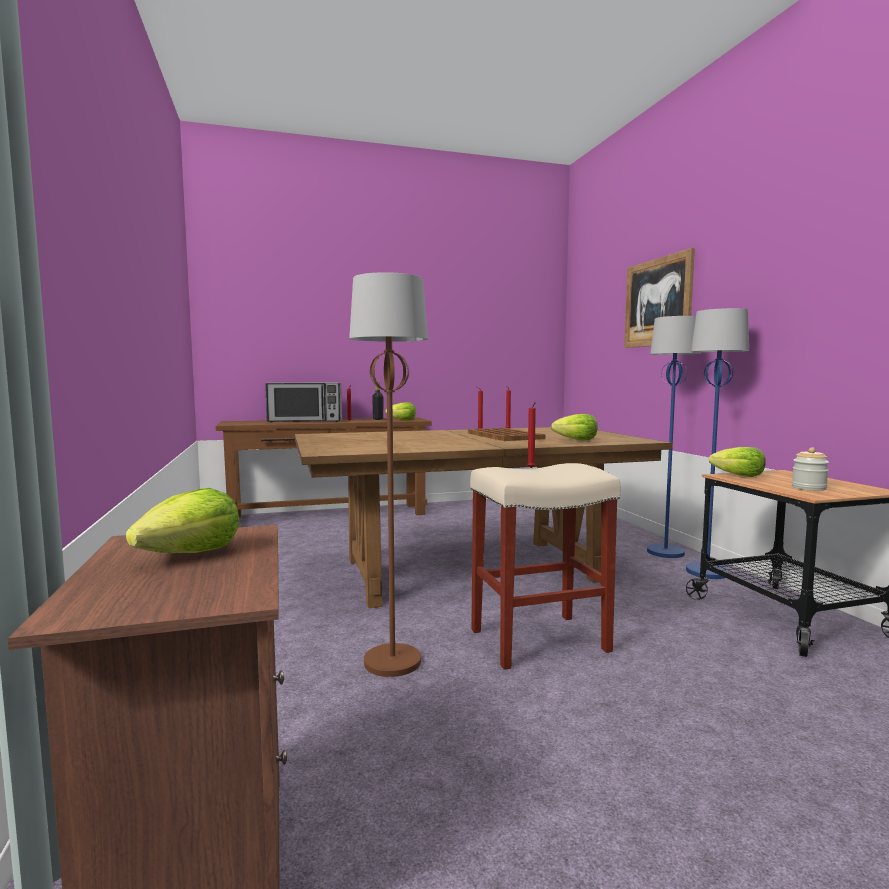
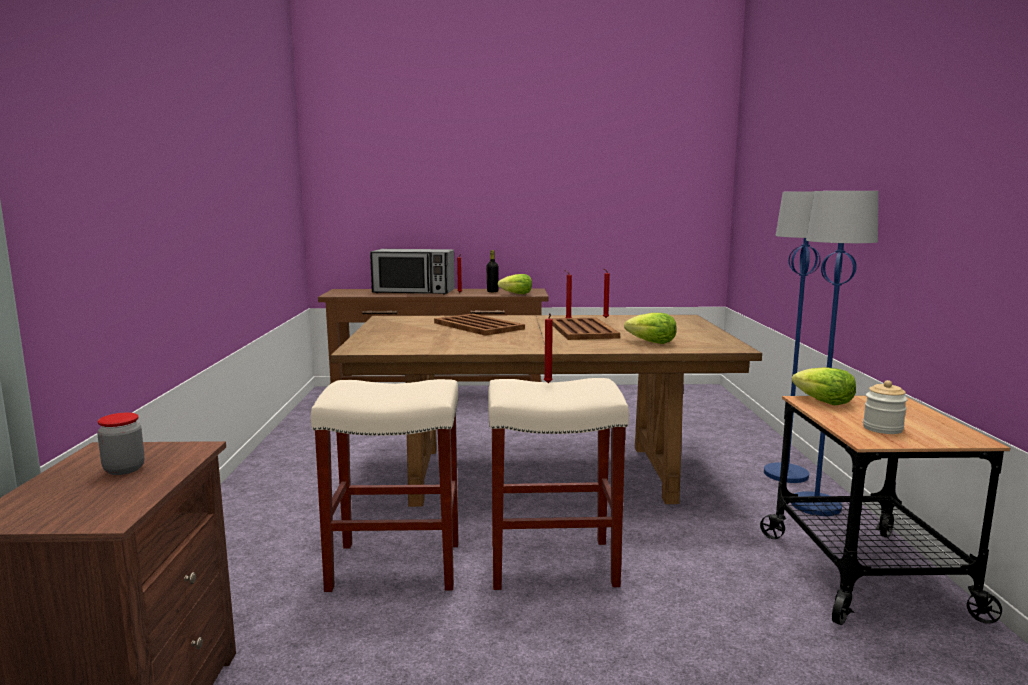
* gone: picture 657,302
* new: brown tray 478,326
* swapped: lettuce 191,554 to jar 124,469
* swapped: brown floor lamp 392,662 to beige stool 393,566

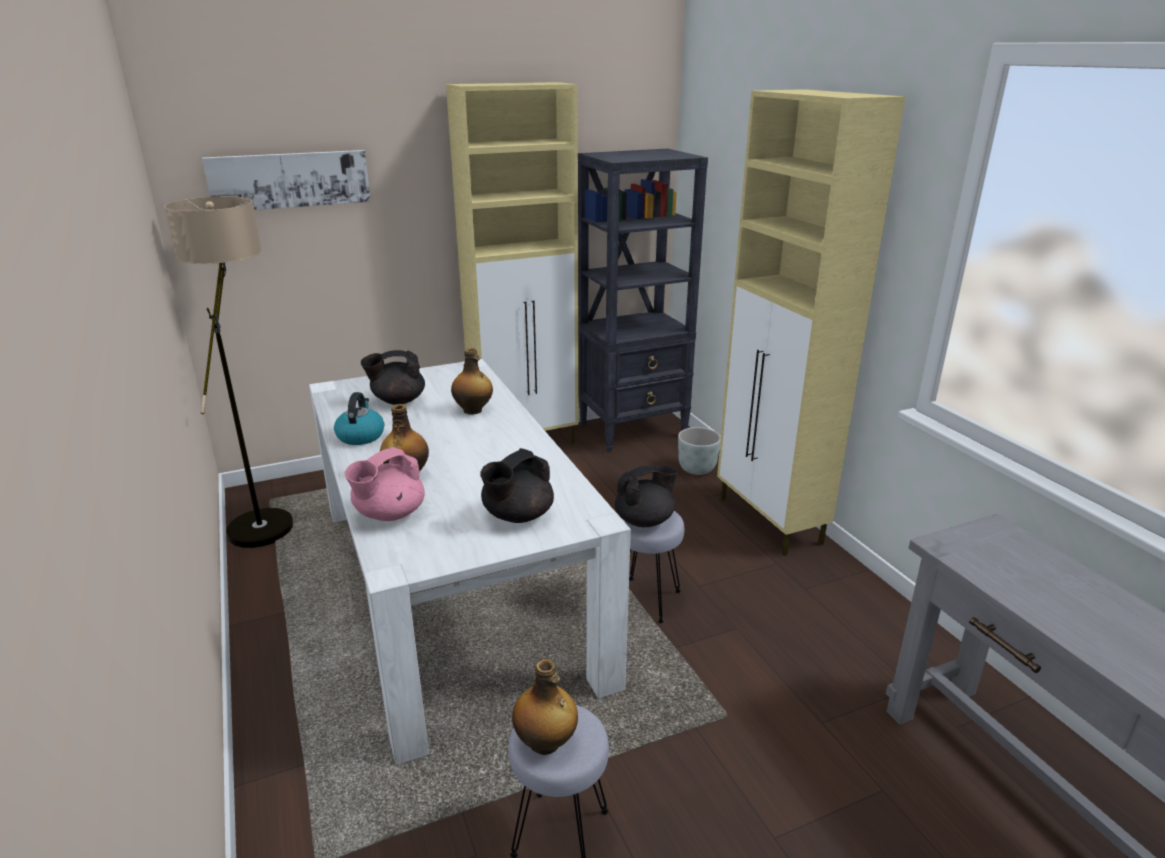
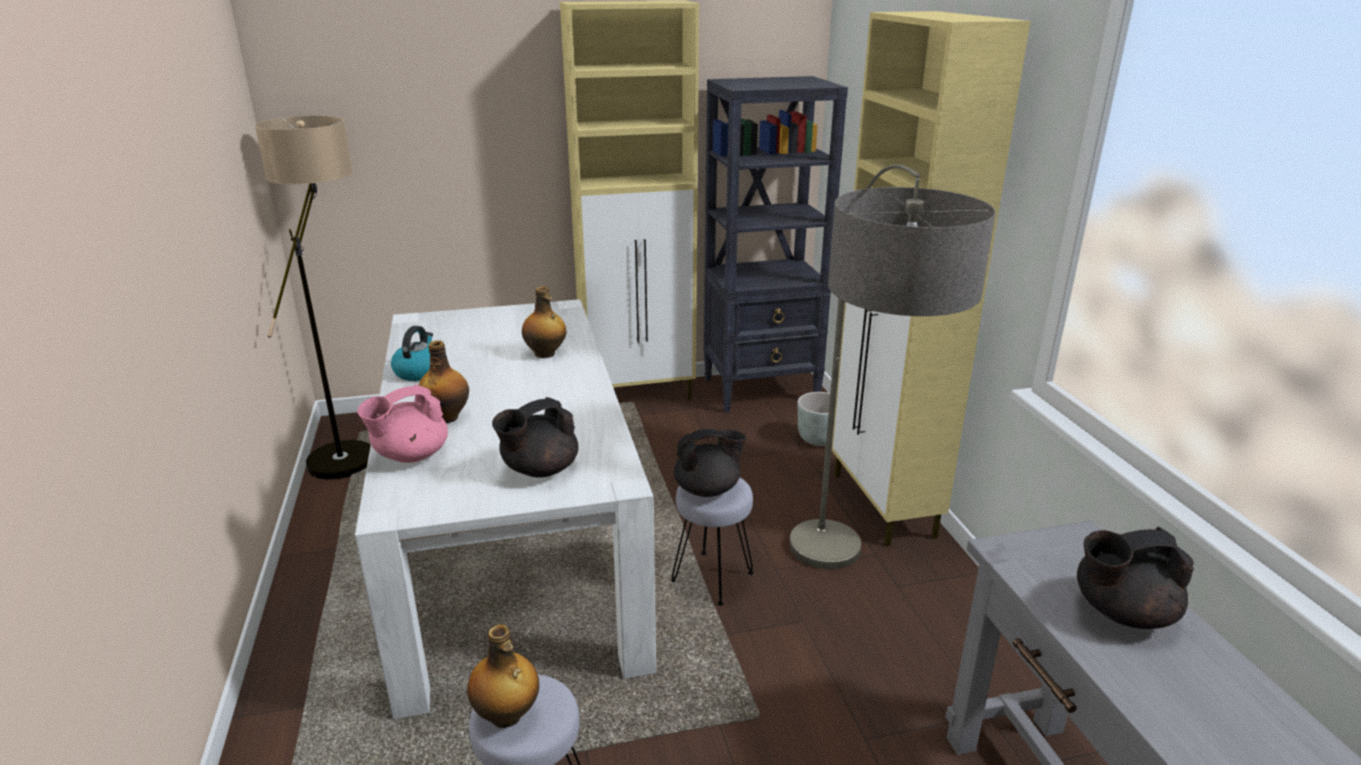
* gone: picture 290,180
* new: floor lamp 847,604
* shifted: black teapot 398,401 to 1121,612

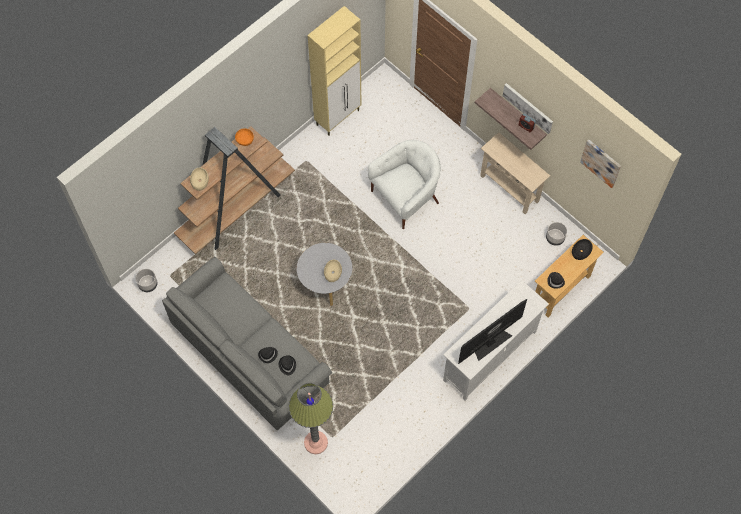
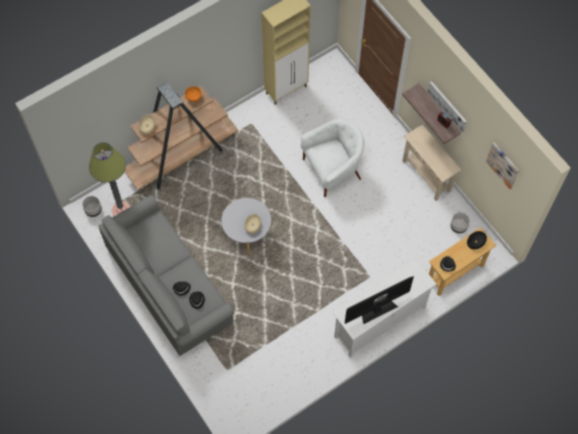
* shifted: floor lamp 315,442 to 121,210

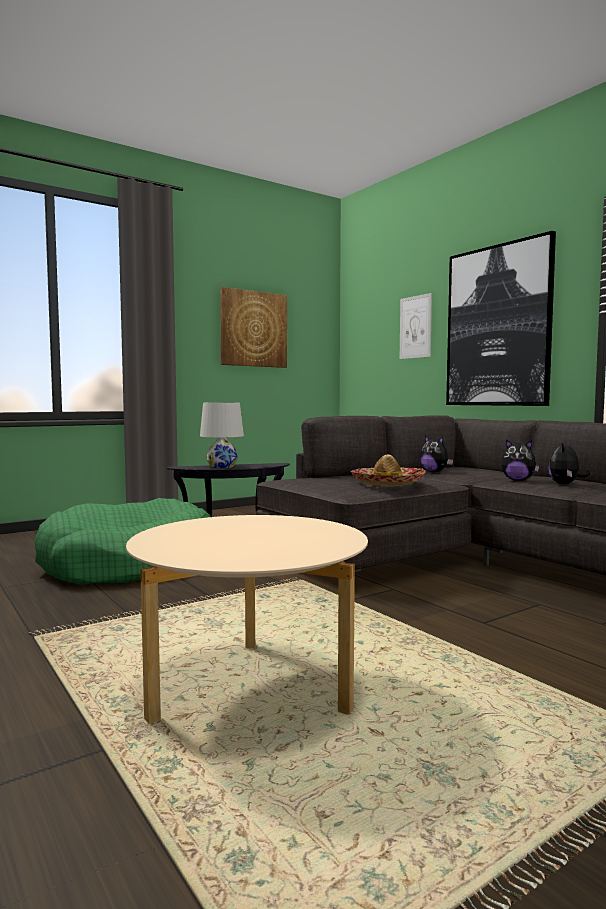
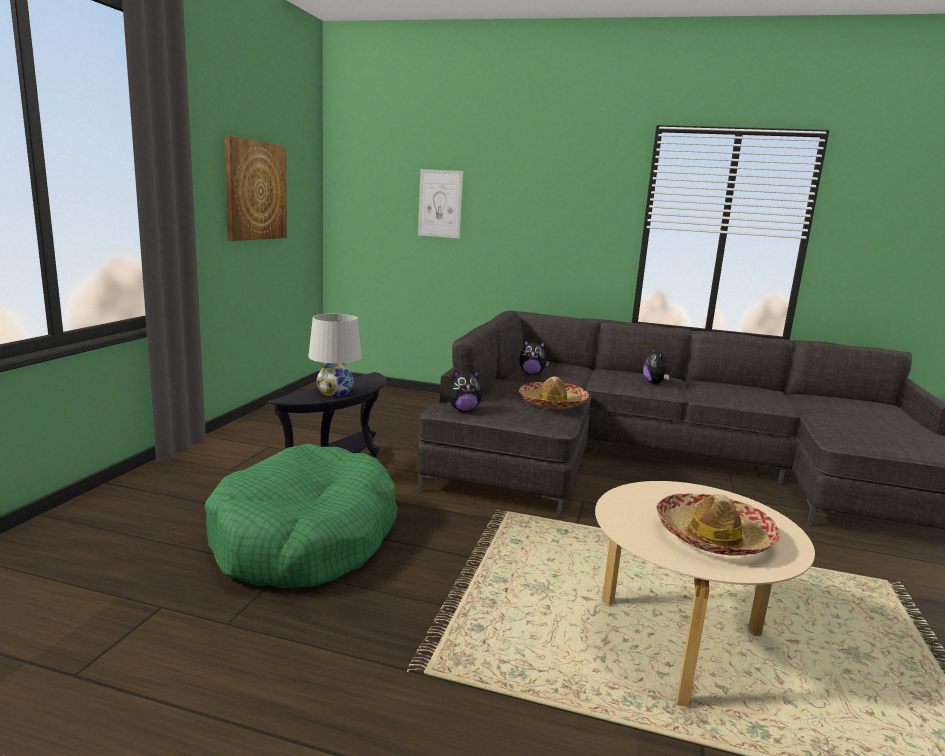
* gone: picture 497,326
* new: hat 713,537
* shifted: plush toy 518,480 to 463,410

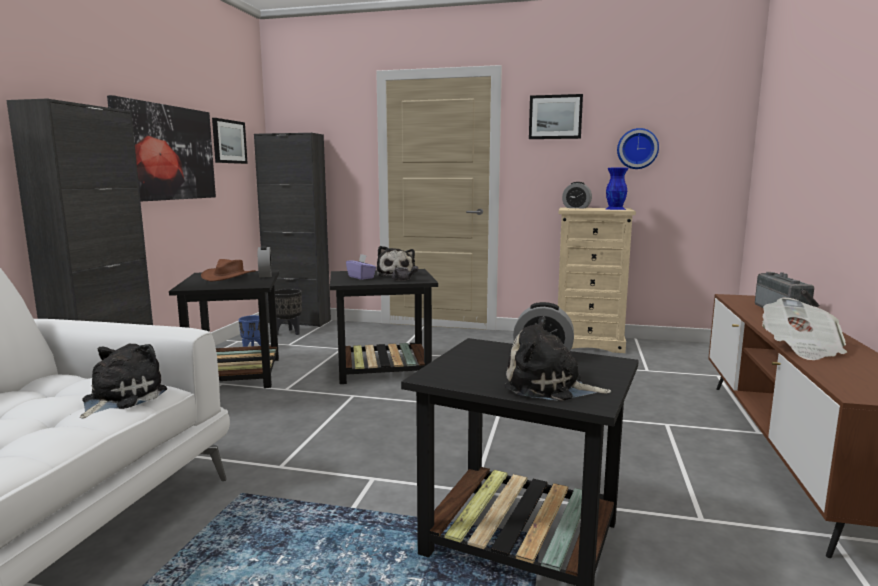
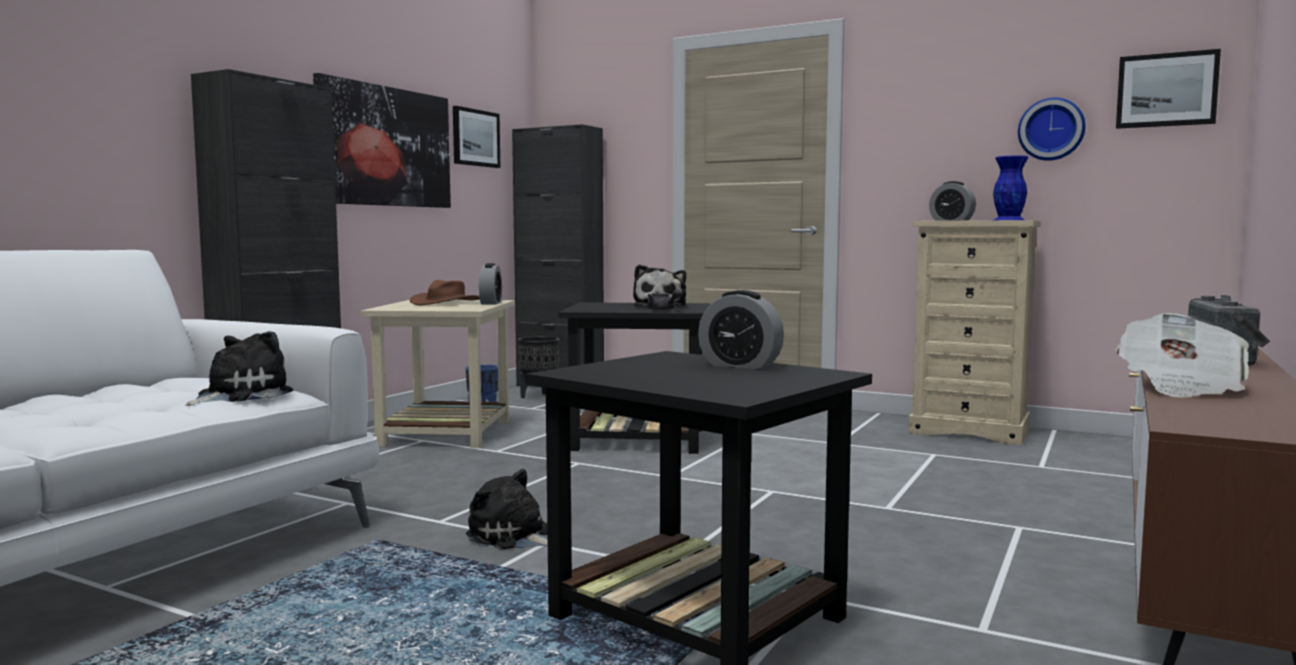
* gone: purple tissue box 361,277
* shifted: plush toy 549,387 to 513,537
* shifted: picture 555,117 to 1166,90
* repainted: black side table 236,374 to beige side table 446,432

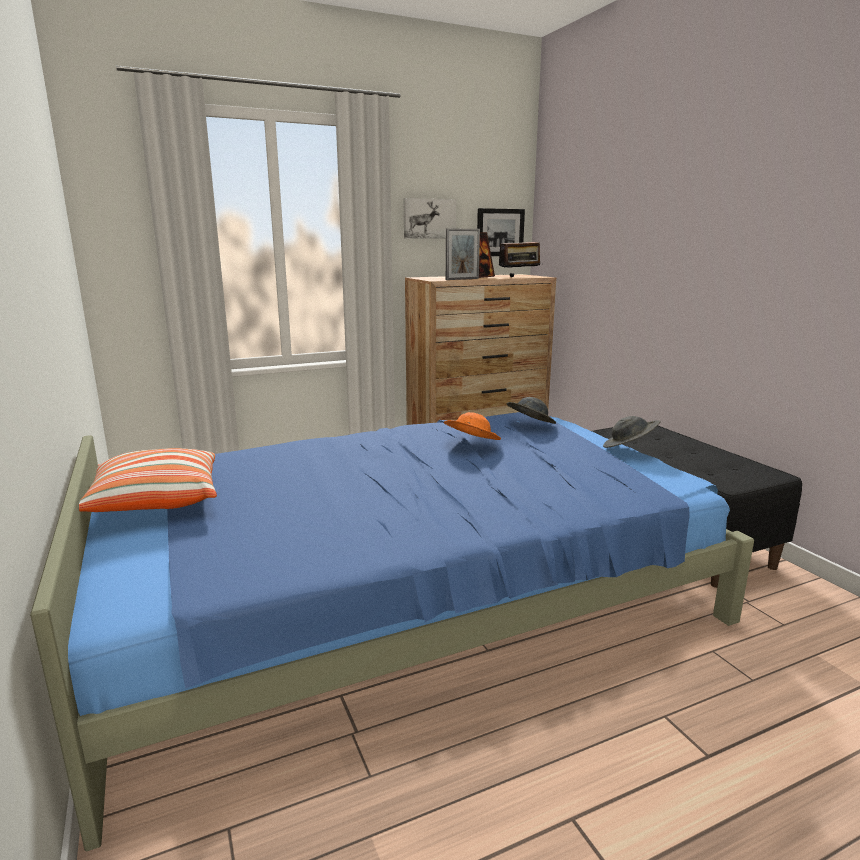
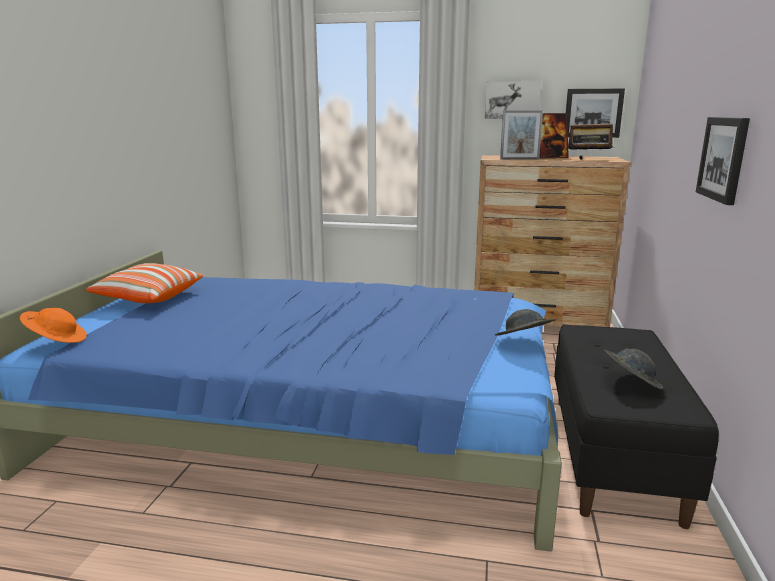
* new: picture 723,158
* shifted: orange hat 471,444 to 57,340
* shifted: grey hat 530,425 to 630,383

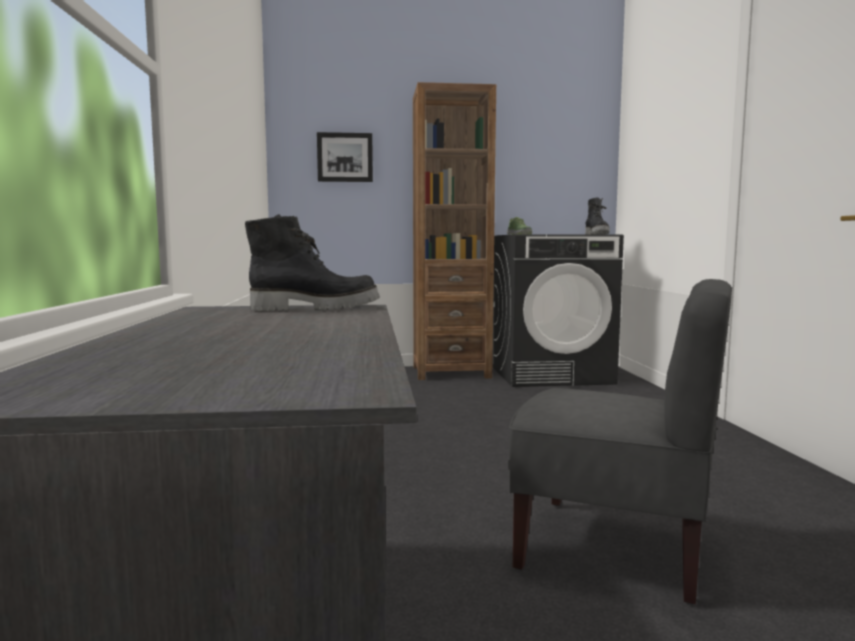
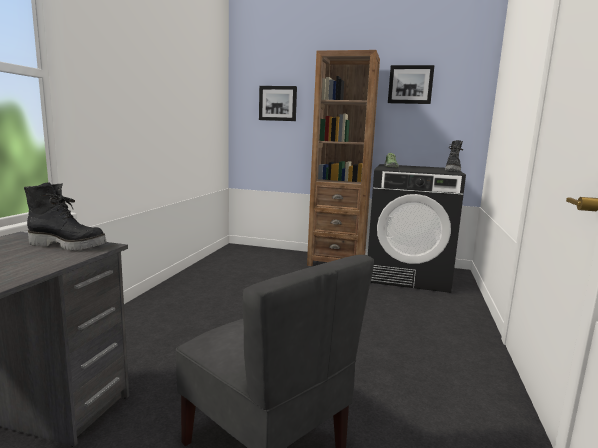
* new: picture 410,84

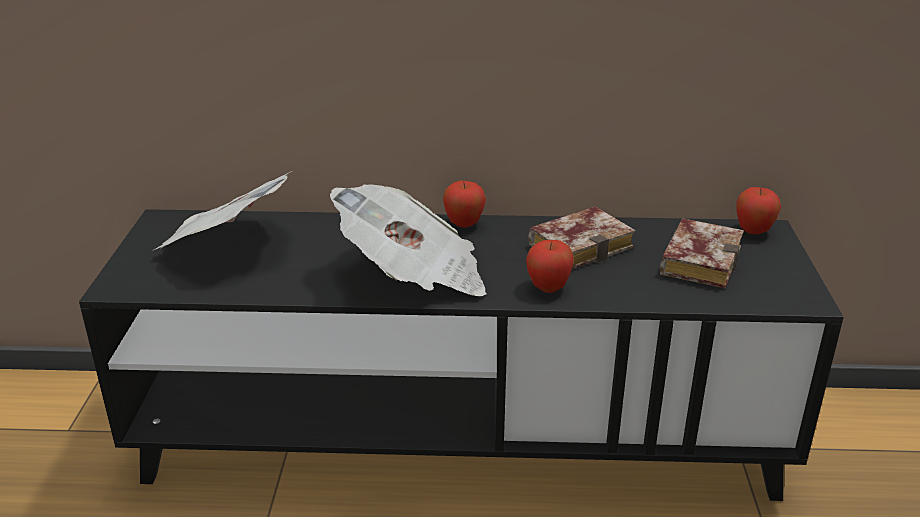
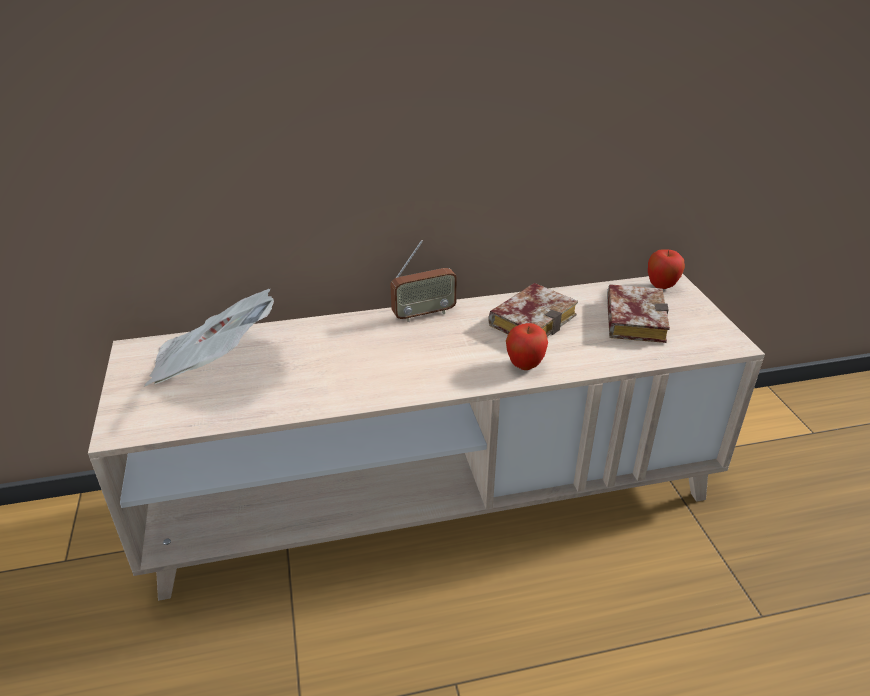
* gone: newspaper 414,276
* swapped: apple 464,225 to radio 424,314
* repainted: black tv stand 460,439 to beige tv stand 435,496

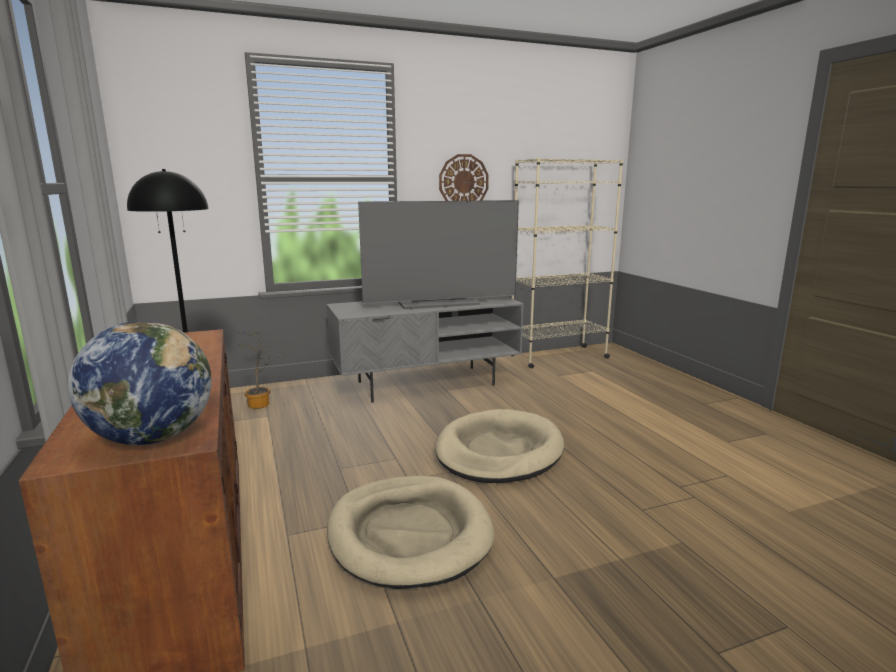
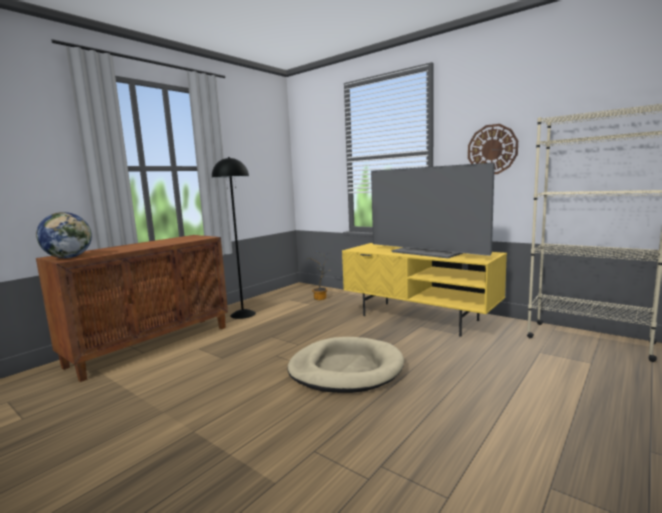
* gone: beige dog bed 409,534
* repainted: grey tv stand 426,383 to yellow tv stand 420,318

